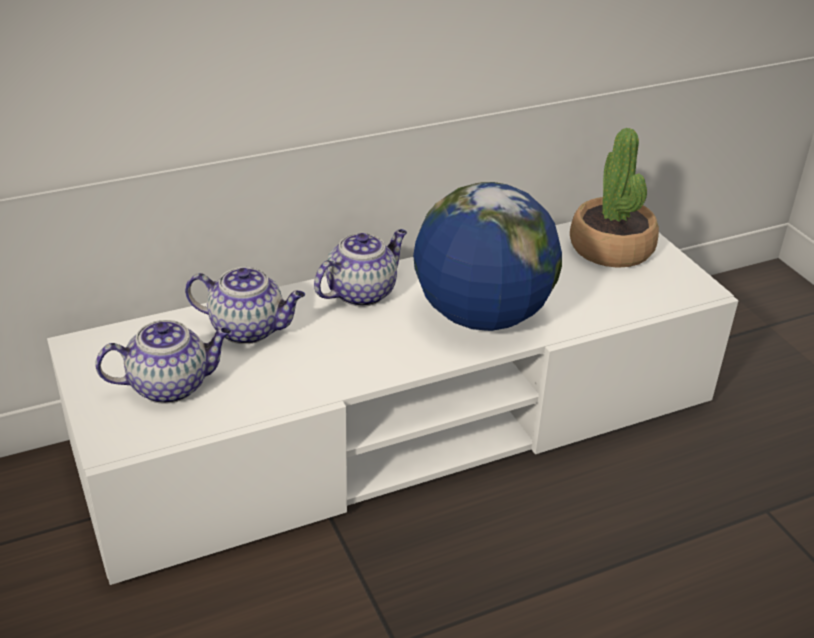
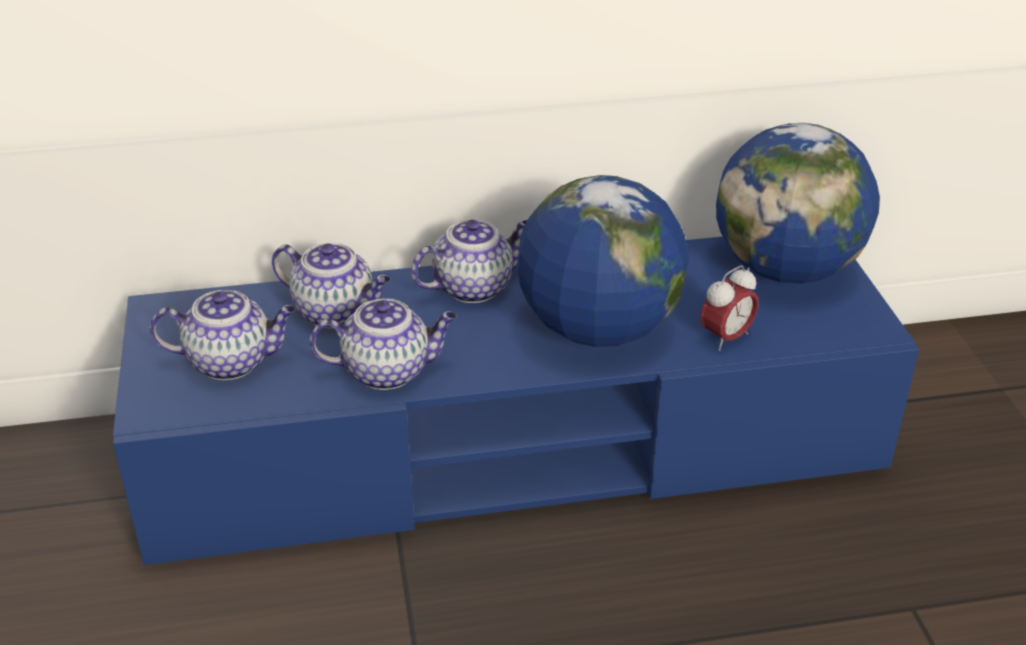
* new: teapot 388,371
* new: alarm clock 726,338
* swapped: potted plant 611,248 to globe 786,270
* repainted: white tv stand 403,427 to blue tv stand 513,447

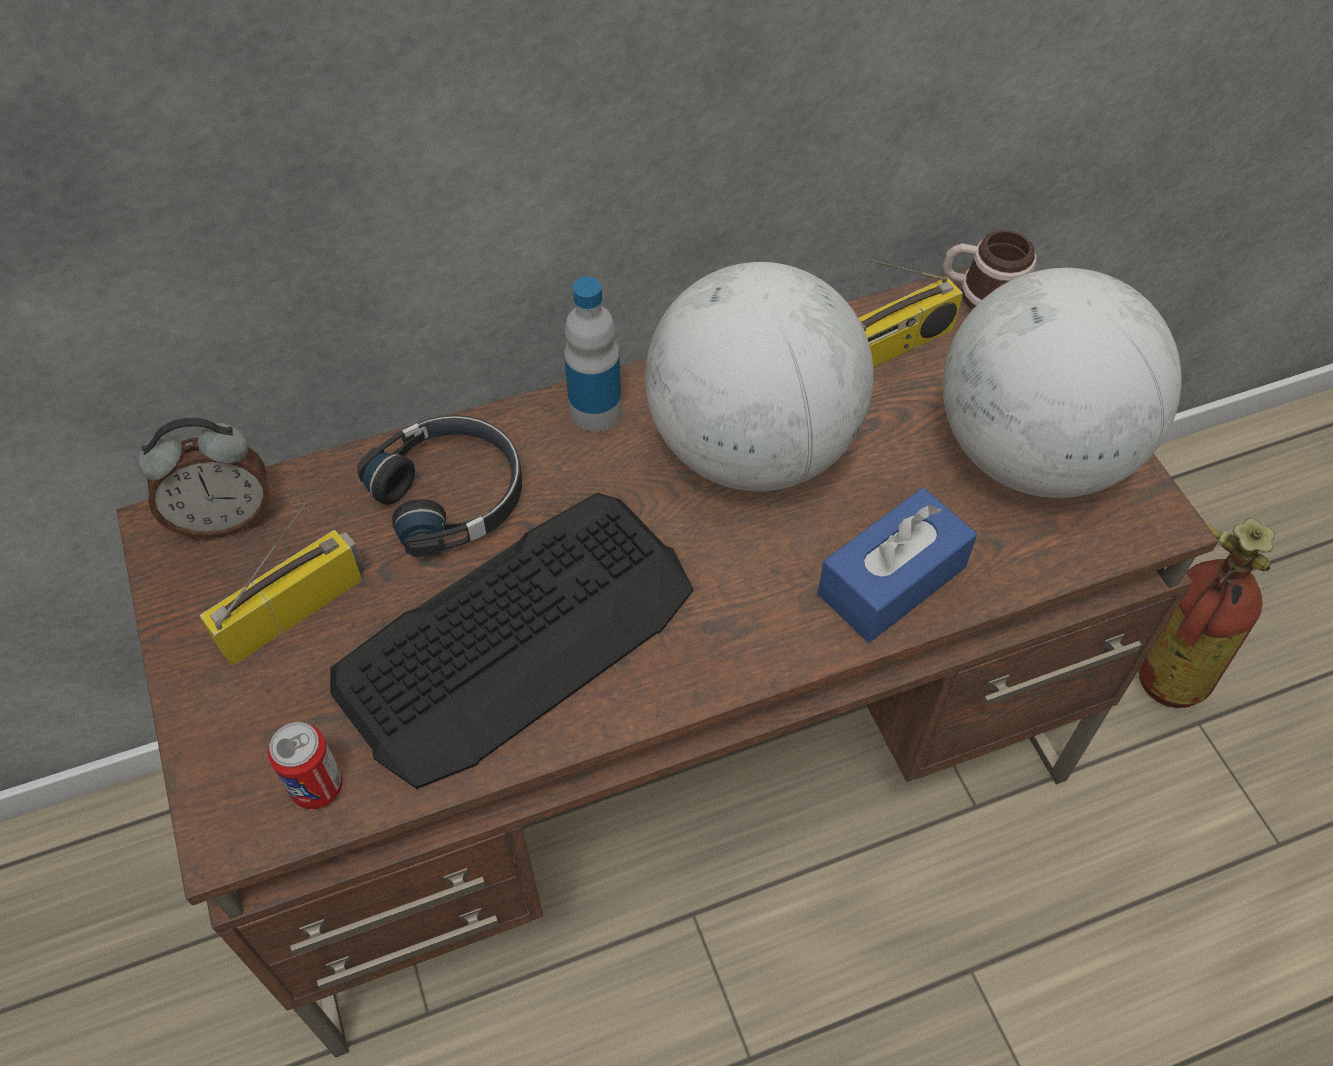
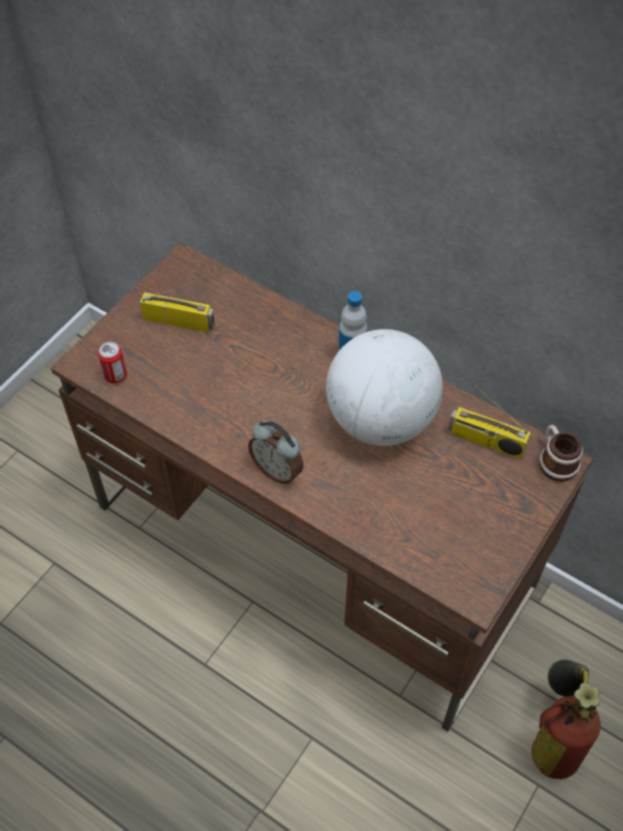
* gone: keyboard 518,635
* gone: black headphones 451,494
* gone: blue tissue box 892,580
* gone: globe 1033,453
* shifted: alarm clock 224,518 to 277,470

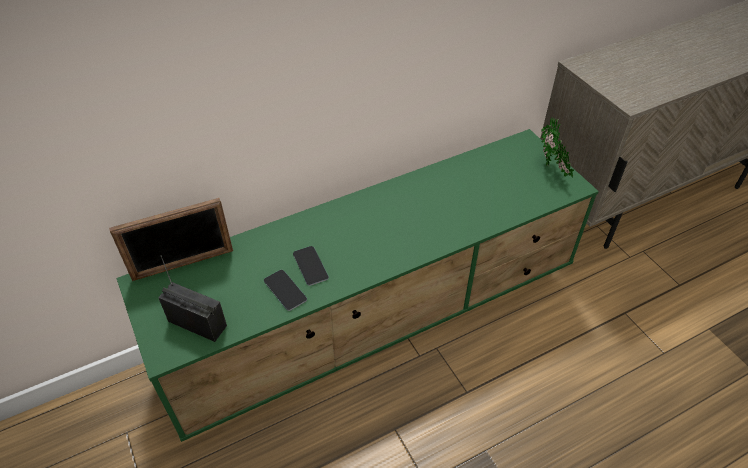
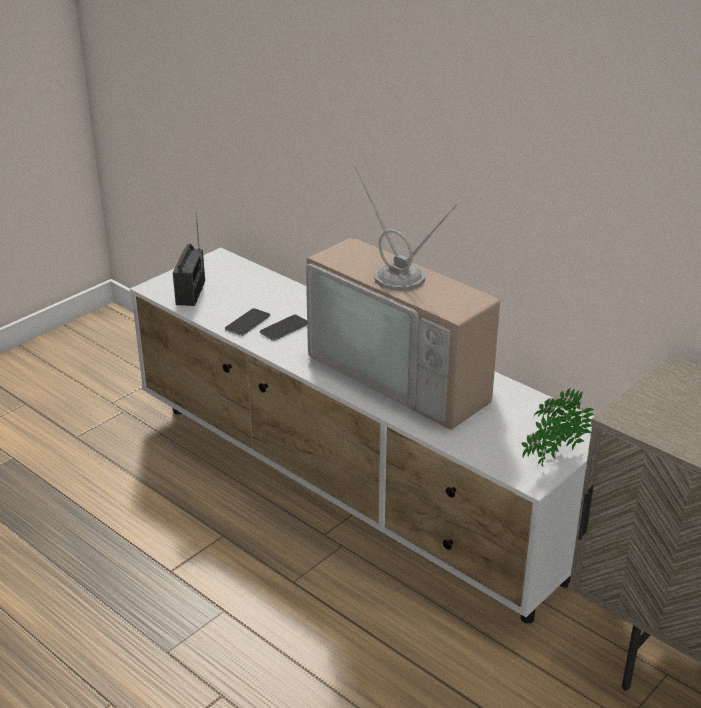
* gone: picture frame 183,264
* new: television 407,374
* repainted: green tv stand 376,322 to white tv stand 352,491

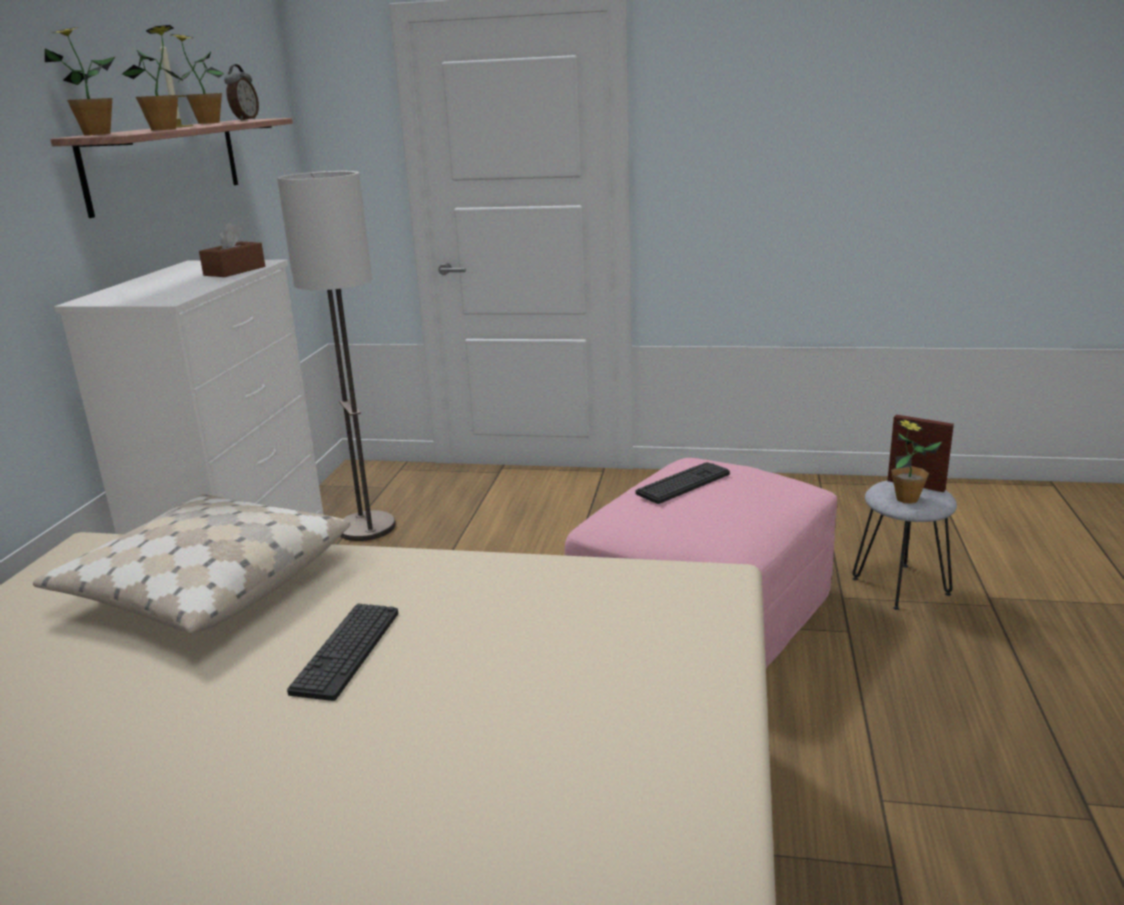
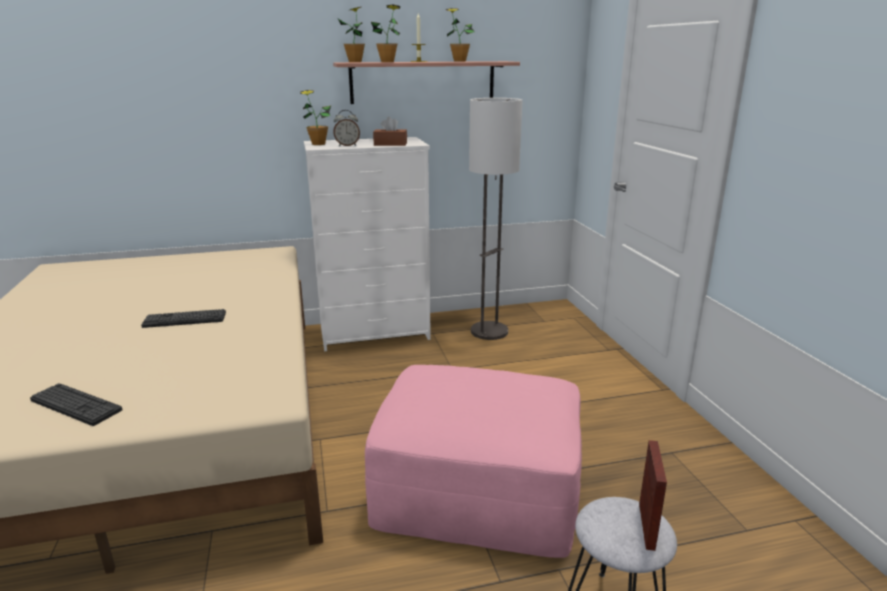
* gone: beige pillow 204,585
* shifted: alarm clock 245,119 to 347,146
* shifted: keyboard 683,484 to 76,405
* shifted: potted plant 907,499 to 318,144

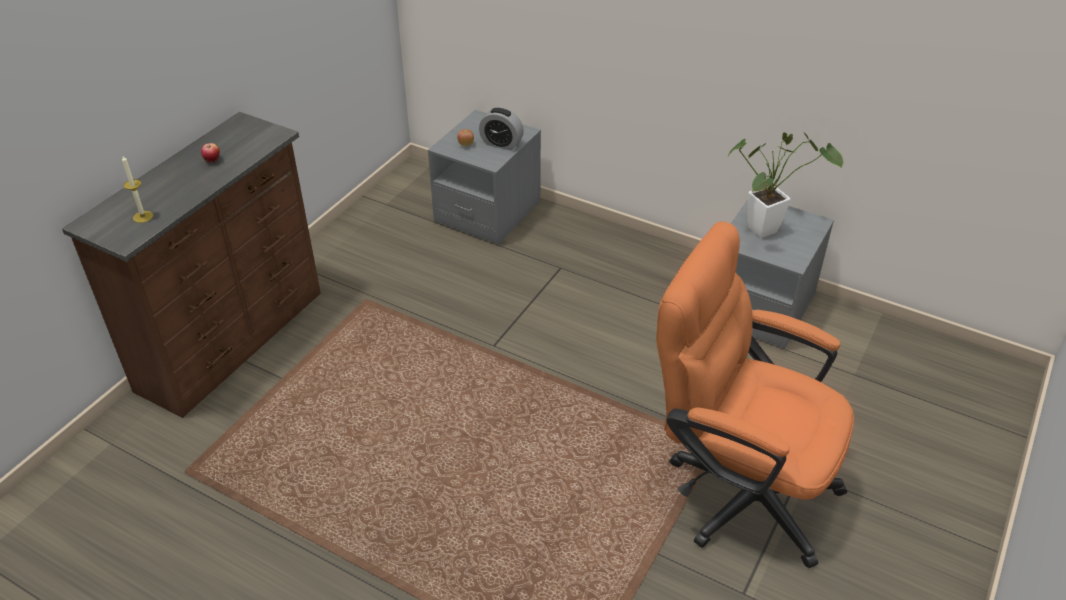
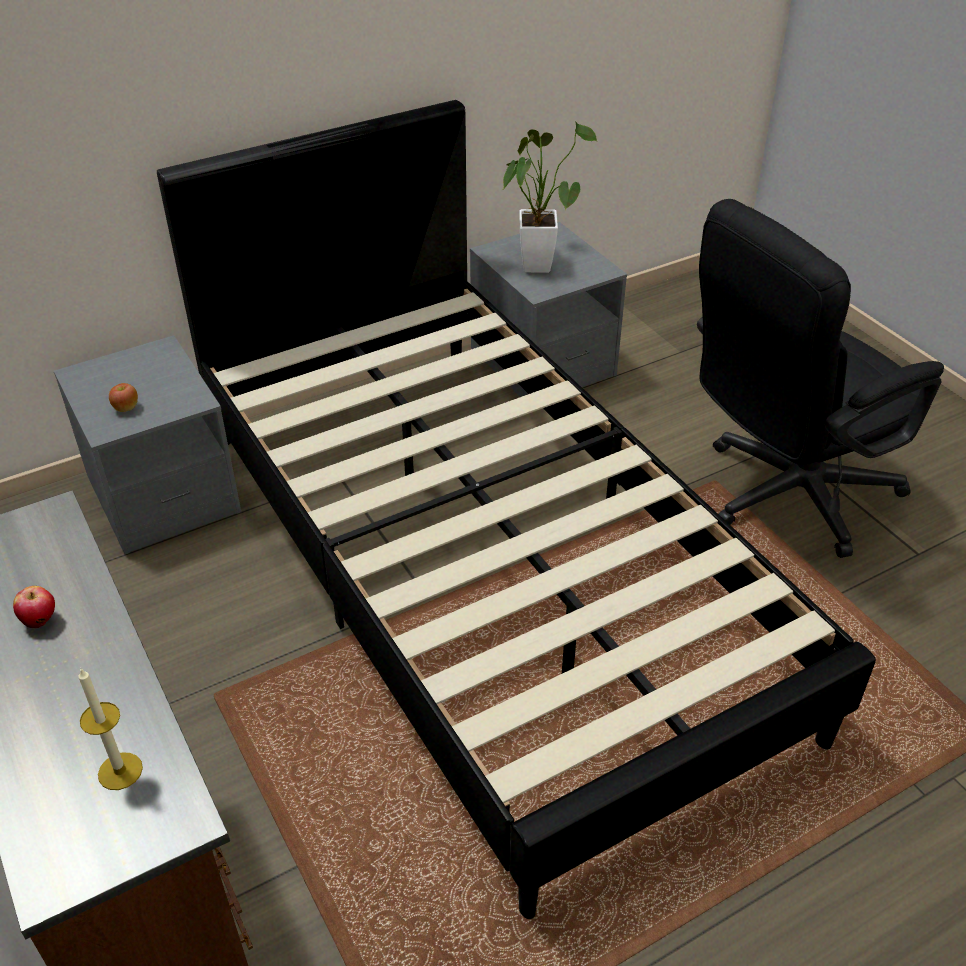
* gone: alarm clock 501,144
* new: black bed 482,569
* repainted: orange office chair 737,489 to black office chair 783,496

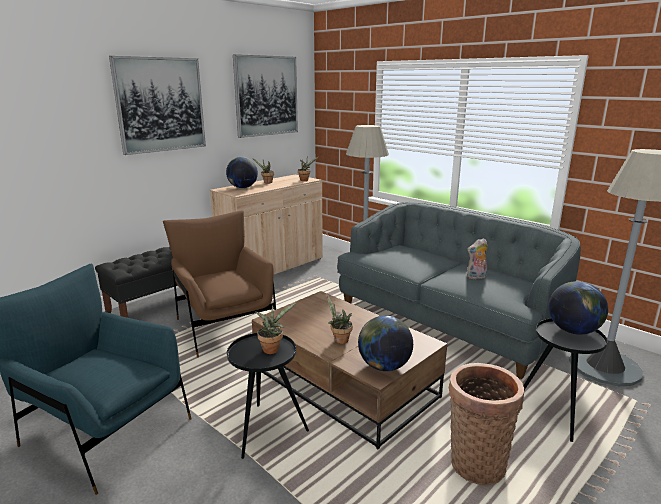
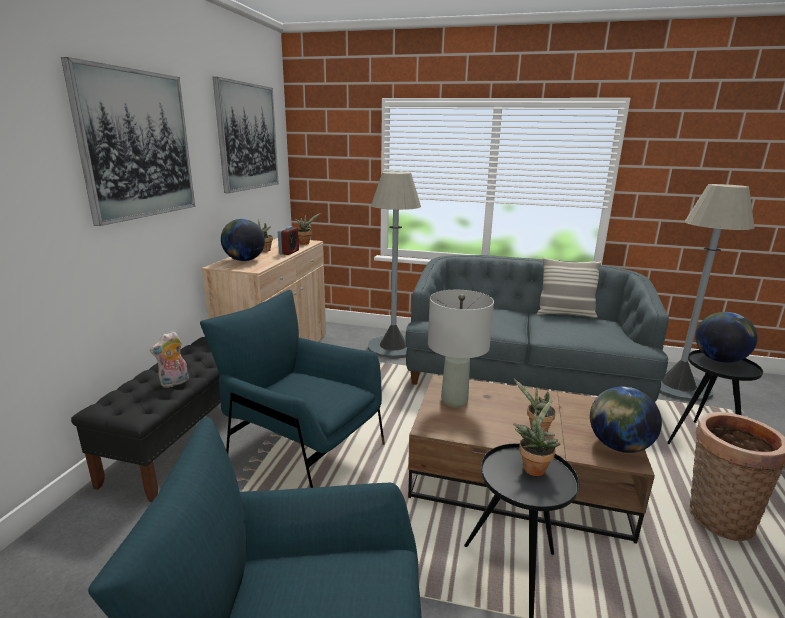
* new: alarm clock 289,252
* new: grey table lamp 454,400
* new: pillow 565,314
* shifted: plush toy 476,277 to 174,383
* repainted: brown armchair 225,326 to blue armchair 303,451

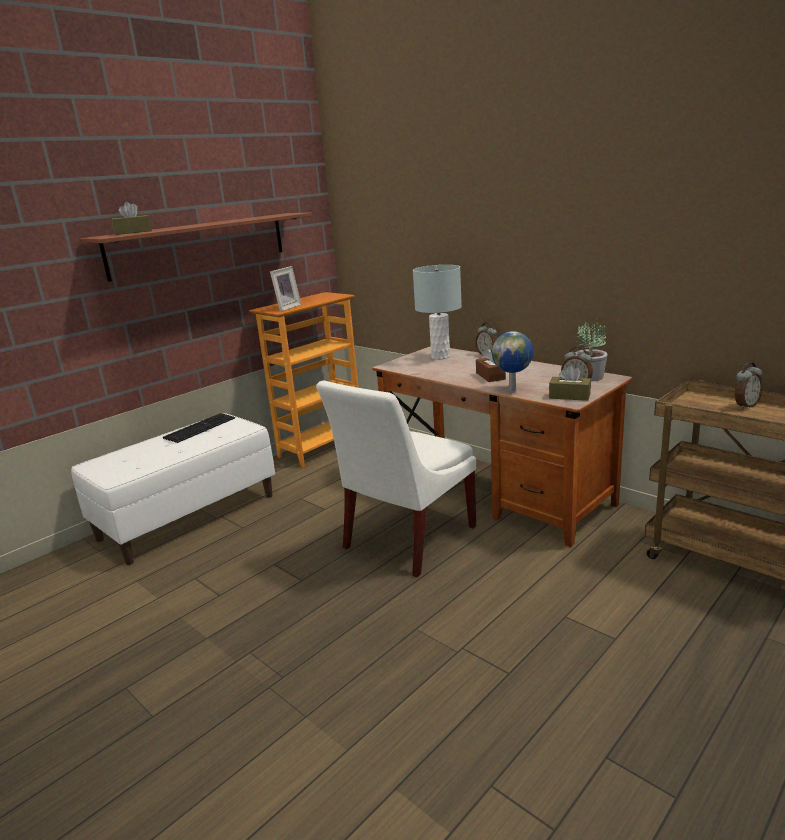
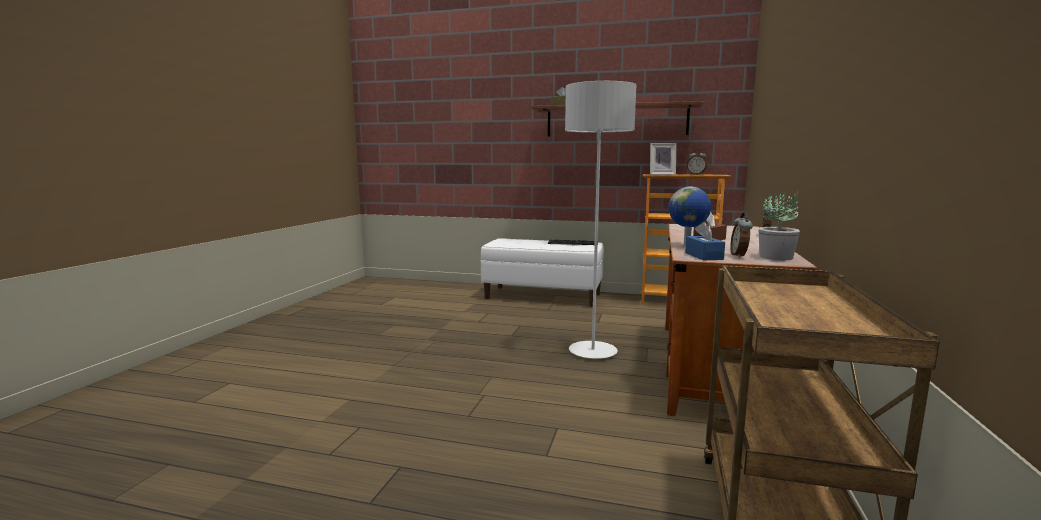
* gone: grey table lamp 440,357
* shifted: alarm clock 745,405 to 696,174
* swapped: white chair 405,539 to grey floor lamp 592,352
* repainted: brown tissue box 569,396 to blue tissue box 703,256

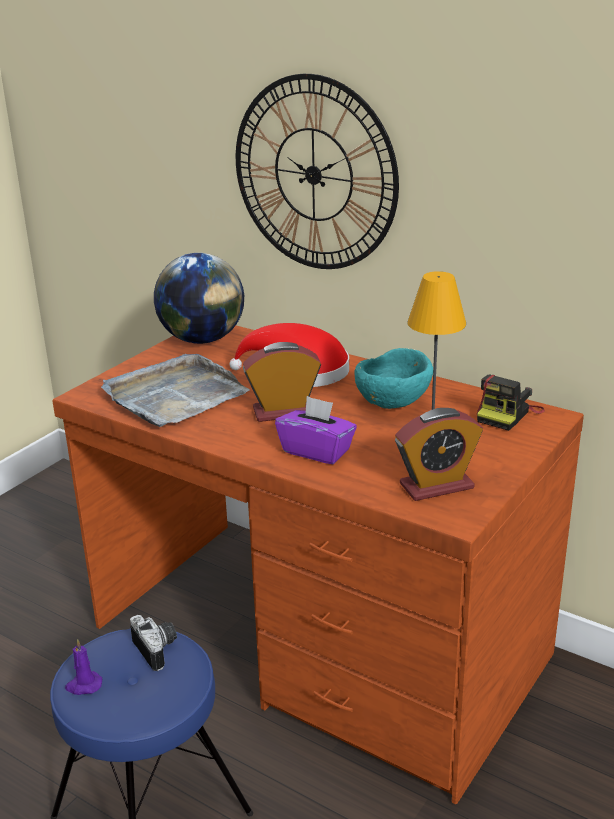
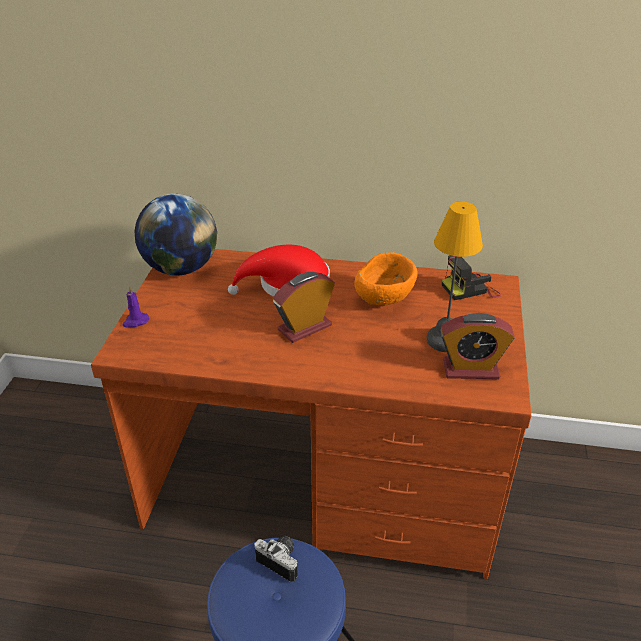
* gone: grey tray 174,396
* gone: wall clock 314,175
* gone: purple tissue box 317,451
* shifted: purple candle 83,685 to 135,321
* repainted: turquoise bowl 393,406 to orange bowl 384,301
* rotated: alarm clock 436,486 = 470,369 45 degrees clockwise
* rotated: photo camera 508,414 = 470,289 60 degrees clockwise

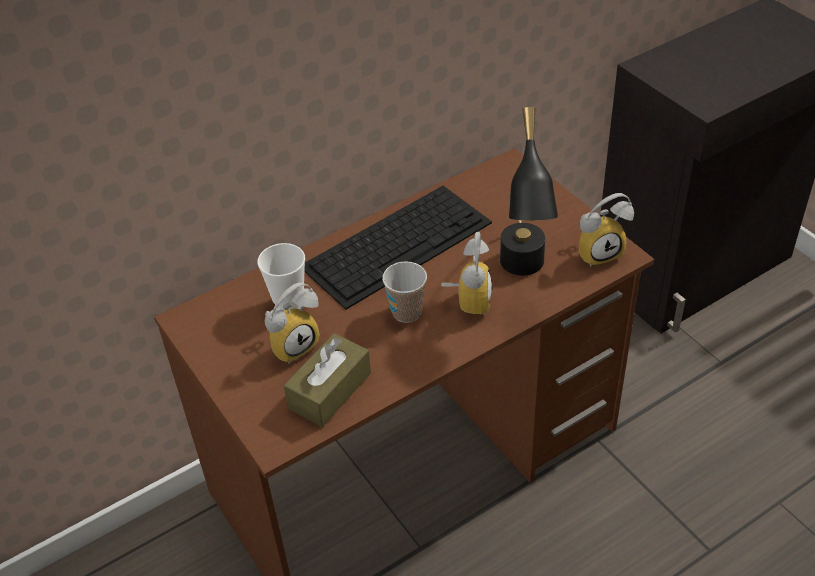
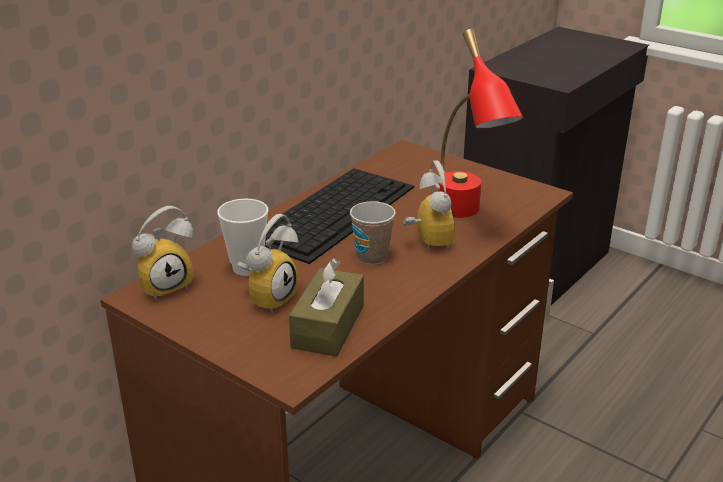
* shifted: alarm clock 599,251 to 165,285
* repainted: black table lamp 523,275 to red table lamp 466,217

